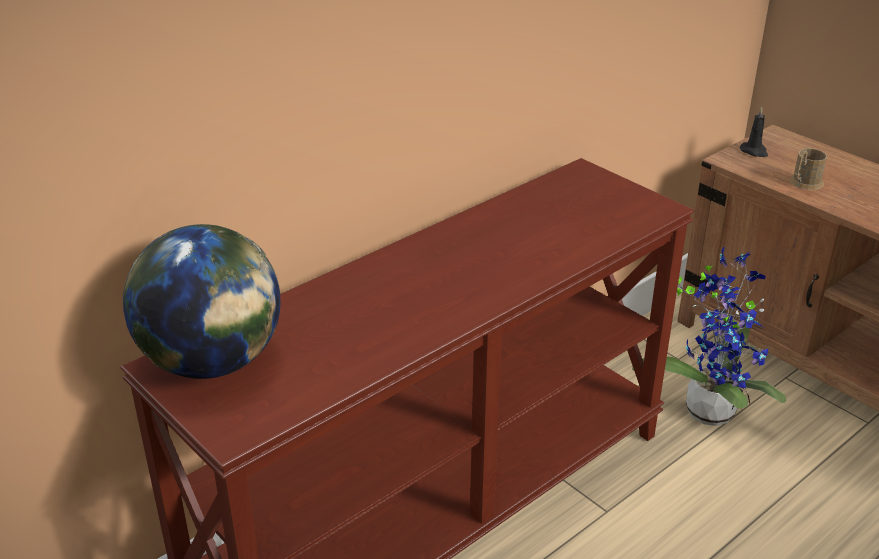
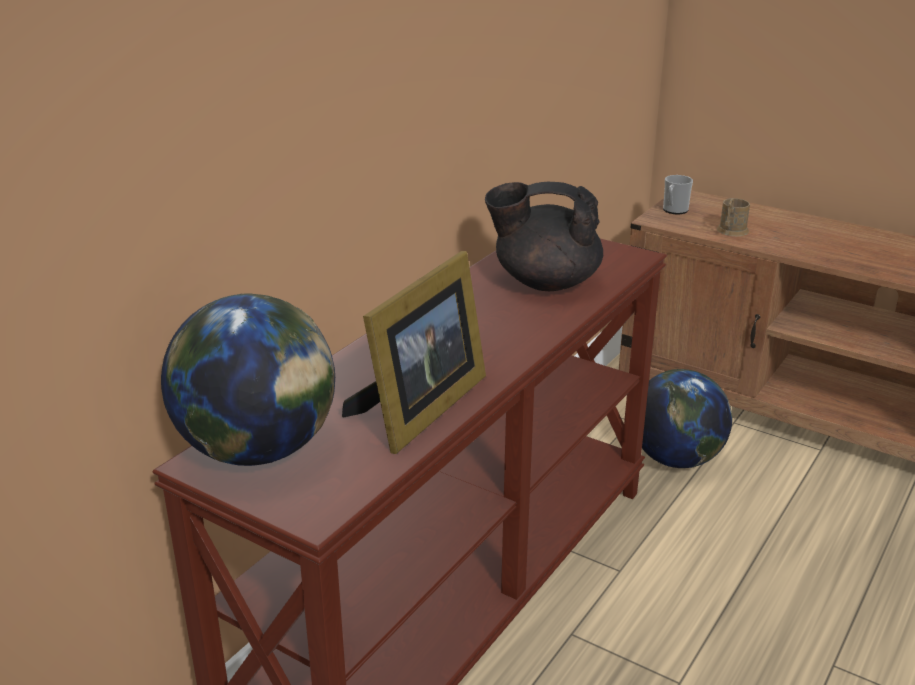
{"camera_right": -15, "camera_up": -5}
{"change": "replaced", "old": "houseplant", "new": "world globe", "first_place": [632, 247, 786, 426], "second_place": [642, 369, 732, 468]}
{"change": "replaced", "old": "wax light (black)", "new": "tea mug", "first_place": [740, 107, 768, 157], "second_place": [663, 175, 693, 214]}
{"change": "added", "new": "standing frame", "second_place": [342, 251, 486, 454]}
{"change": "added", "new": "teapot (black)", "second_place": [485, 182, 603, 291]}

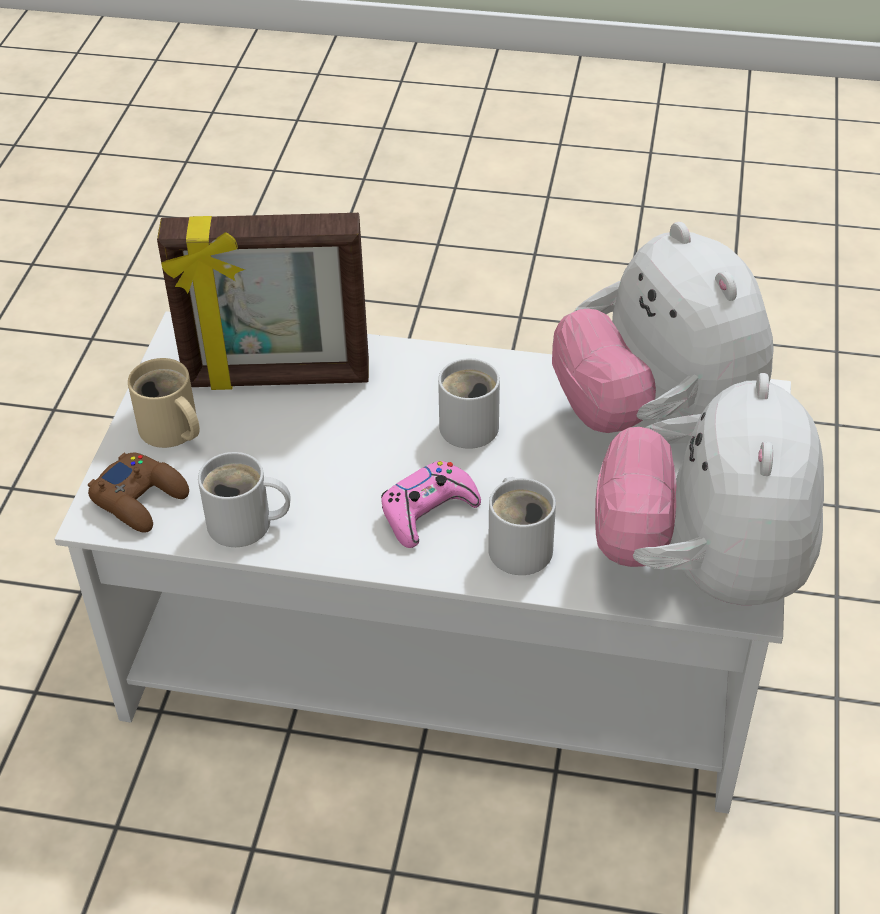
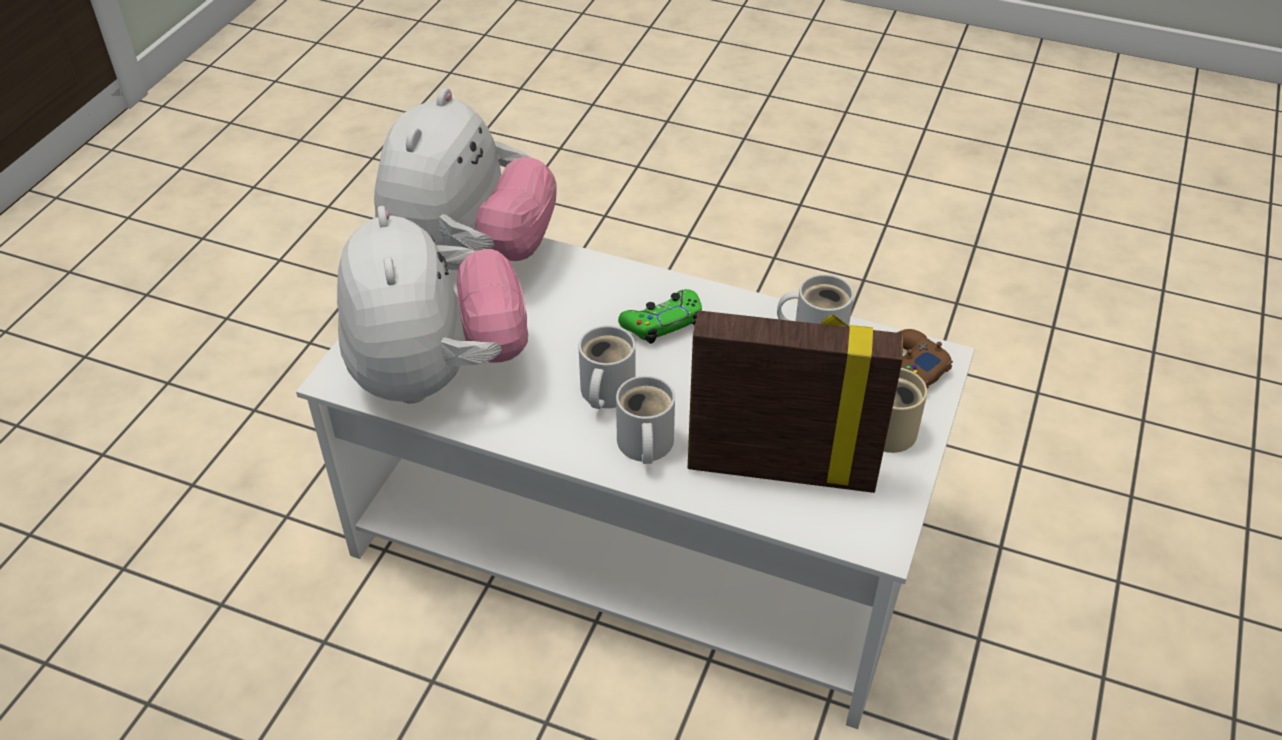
{"camera_right": -170, "camera_up": 0}
{"change": "recoloured", "old": "joypad (pink)", "new": "joypad (green)", "first_place": [381, 461, 481, 548], "second_place": [618, 289, 702, 344]}
{"change": "moved", "old": "tea mug (whitish)", "first_place": [488, 477, 556, 575], "second_place": [616, 376, 675, 464]}

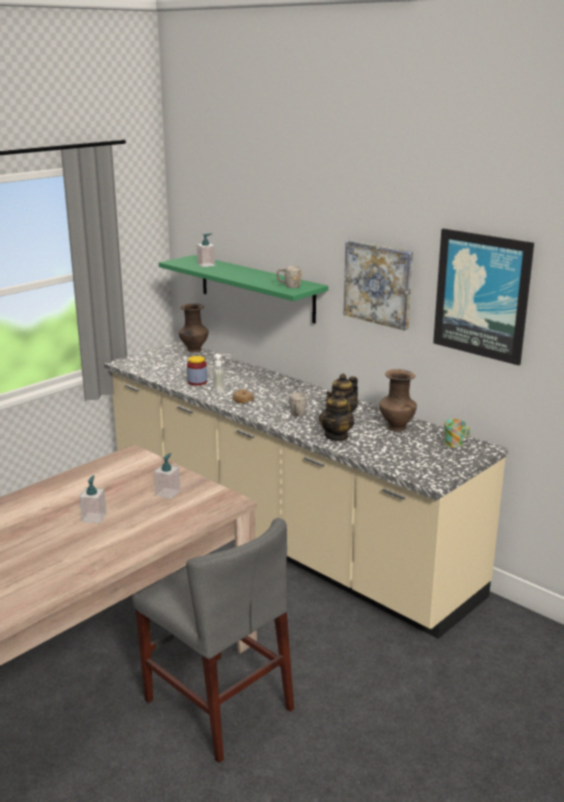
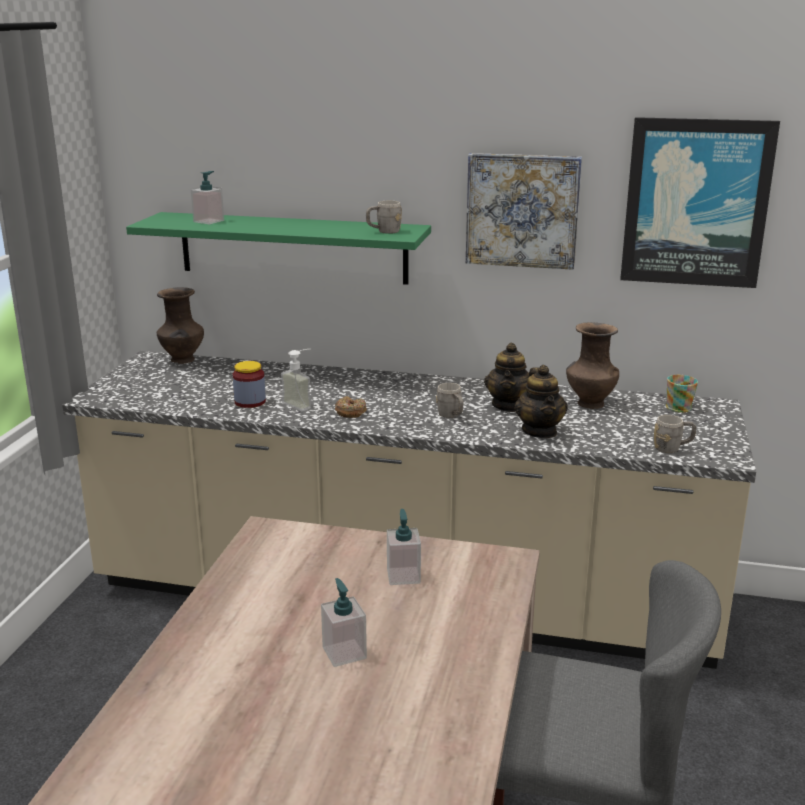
{"camera_right": -30, "camera_up": 0}
{"change": "added", "new": "tea mug (greyish)", "second_place": [654, 415, 696, 453]}

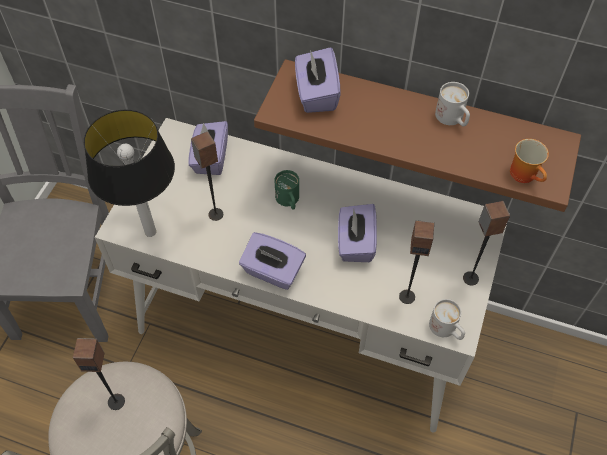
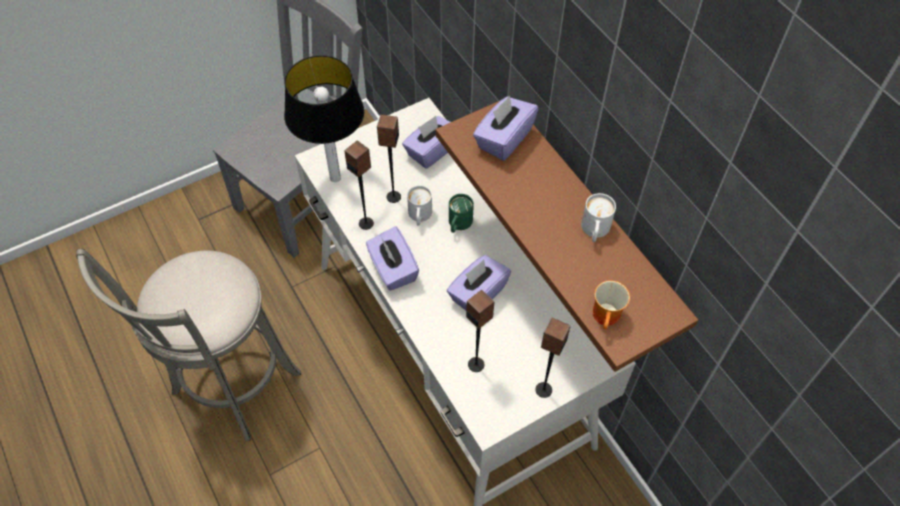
{"camera_right": 40, "camera_up": 0}
{"change": "moved", "old": "audio speaker", "first_place": [73, 338, 125, 410], "second_place": [344, 140, 374, 230]}
{"change": "moved", "old": "tea mug (whitish)", "first_place": [429, 299, 465, 340], "second_place": [407, 185, 432, 225]}

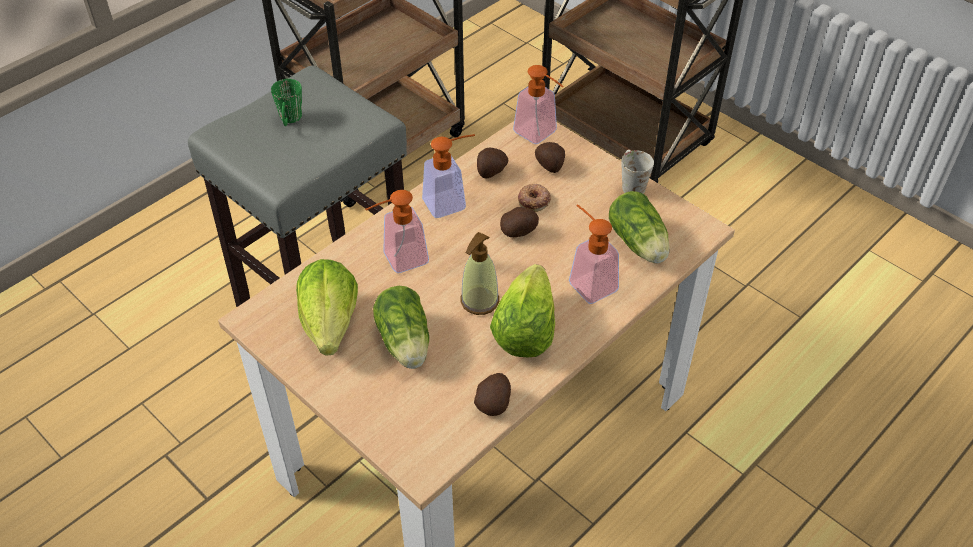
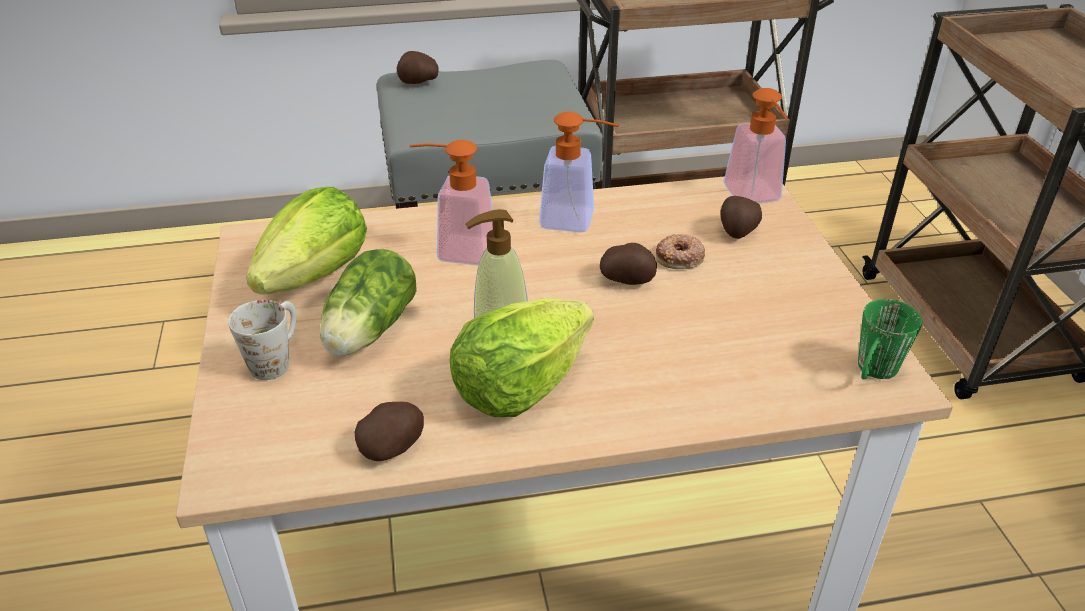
{"camera_right": 35, "camera_up": -10}
{"change": "moved", "old": "tea mug (green)", "first_place": [271, 79, 302, 126], "second_place": [858, 299, 922, 379]}
{"change": "moved", "old": "spud", "first_place": [477, 148, 508, 178], "second_place": [397, 51, 439, 84]}
{"change": "removed", "old": "liquid soap bottle", "first_place": [569, 204, 619, 304]}
{"change": "removed", "old": "lettuce", "first_place": [609, 191, 670, 263]}
{"change": "moved", "old": "tea mug (whitish)", "first_place": [621, 150, 654, 194], "second_place": [228, 300, 297, 380]}

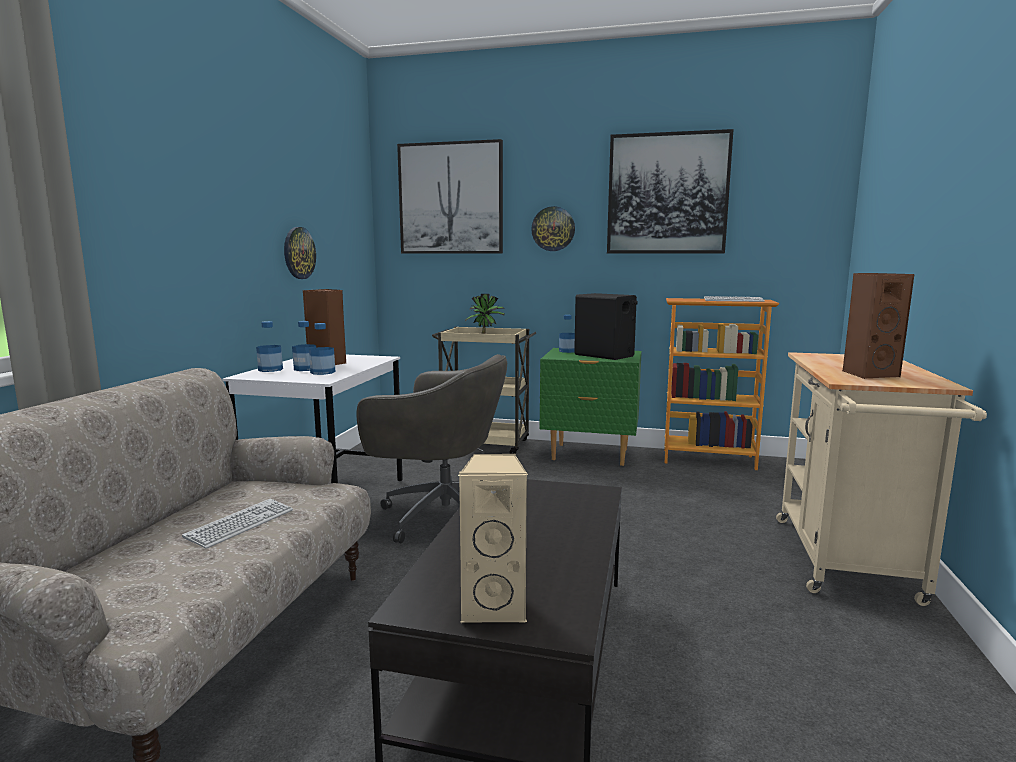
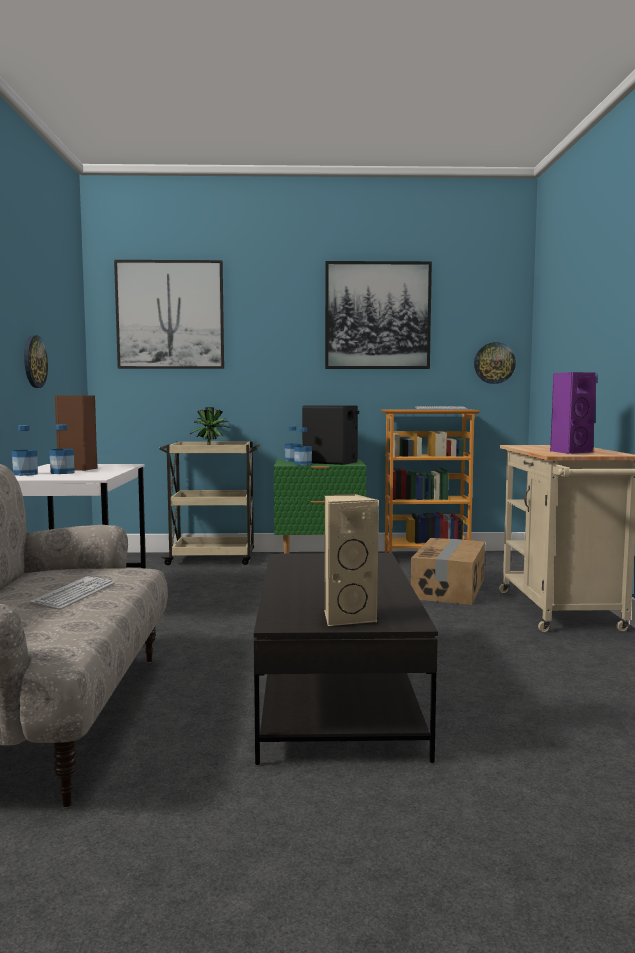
{"camera_right": -15, "camera_up": -5}
{"change": "moved", "old": "drink bottle", "first_place": [309, 323, 335, 375], "second_place": [294, 428, 312, 466]}
{"change": "removed", "old": "computer chair (greyish)", "first_place": [356, 354, 507, 543]}
{"change": "moved", "old": "wall clock", "first_place": [531, 206, 575, 251], "second_place": [474, 342, 516, 384]}
{"change": "recoloured", "old": "audio speaker (brown-coloured)", "new": "audio speaker (purple)", "first_place": [843, 273, 914, 379], "second_place": [550, 372, 597, 454]}
{"change": "added", "new": "carton", "second_place": [411, 538, 485, 605]}

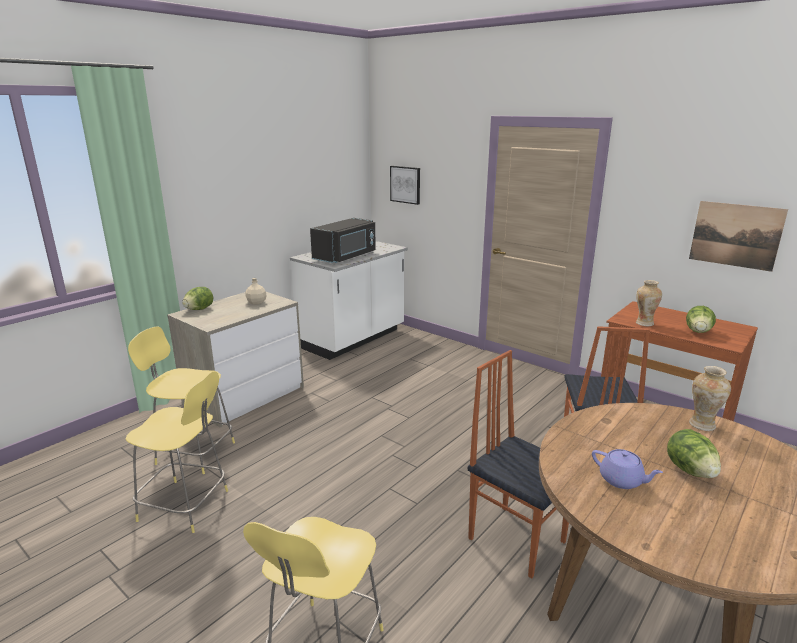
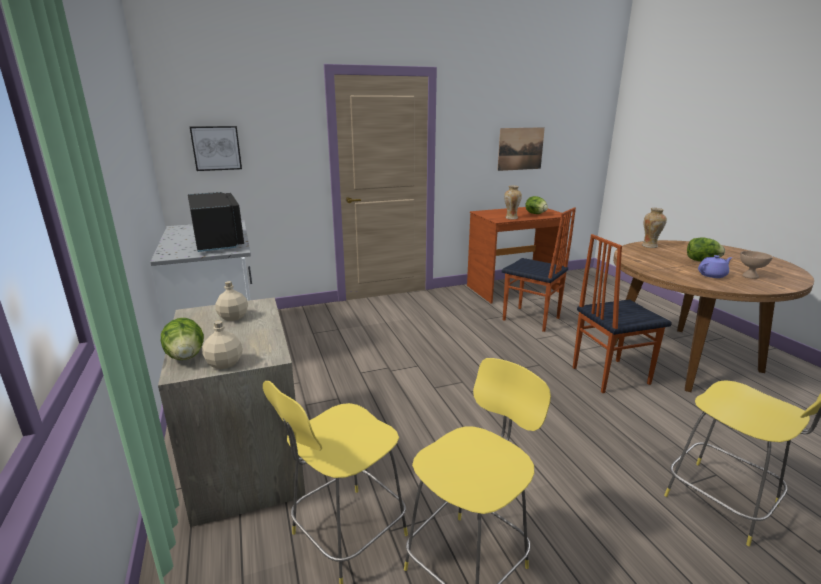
{"camera_right": -60, "camera_up": 0}
{"change": "added", "new": "drink bottle (beige-coloured)", "second_place": [202, 321, 243, 369]}
{"change": "added", "new": "bowl (beige-coloured)", "second_place": [740, 251, 773, 279]}

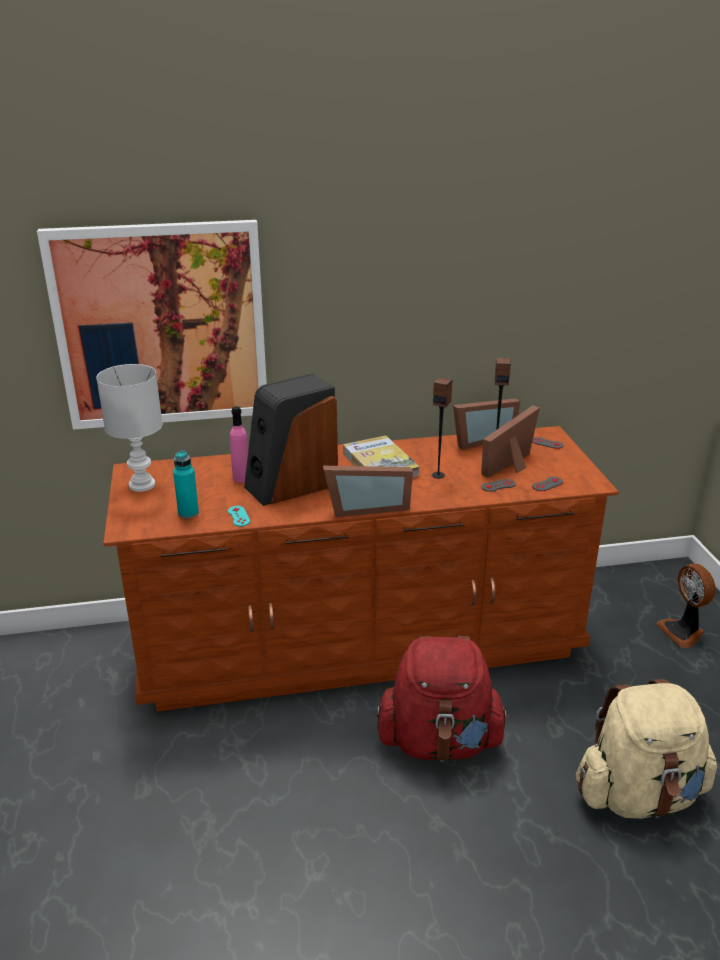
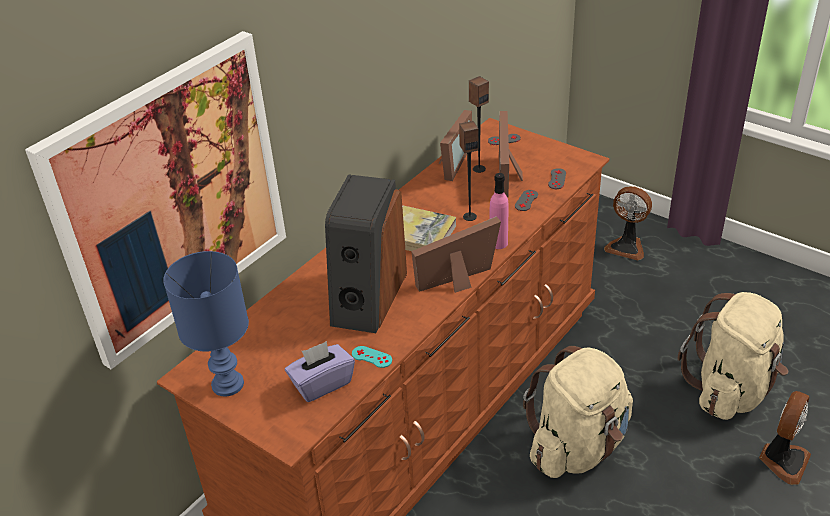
{"camera_right": -40, "camera_up": 10}
{"change": "recoloured", "old": "table lamp (whitish)", "new": "table lamp (bluish)", "first_place": [96, 364, 163, 492], "second_place": [163, 251, 249, 396]}
{"change": "replaced", "old": "drink bottle (turquoise-coloured)", "new": "tissue box (purple)", "first_place": [173, 450, 199, 519], "second_place": [285, 341, 355, 402]}
{"change": "moved", "old": "drink bottle (pink)", "first_place": [230, 406, 248, 482], "second_place": [489, 173, 508, 249]}
{"change": "turned", "old": "standing frame", "first_place": [323, 466, 413, 517], "second_place": [411, 216, 501, 293], "degrees": -150}
{"change": "recoloured", "old": "knapsack (red-coloured)", "new": "knapsack (beige-coloured)", "first_place": [377, 636, 509, 762], "second_place": [523, 346, 633, 478]}
{"change": "added", "new": "fan", "second_place": [759, 391, 811, 485]}

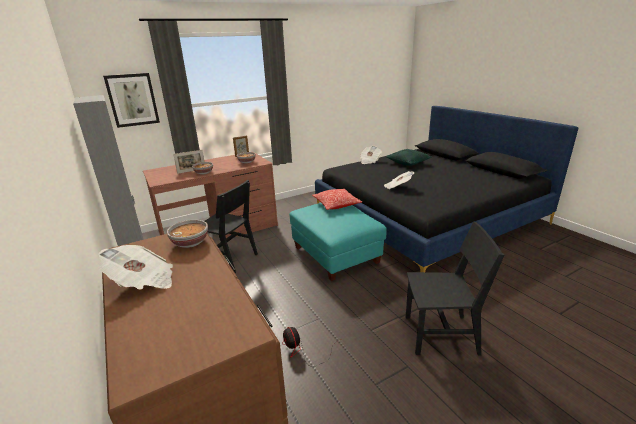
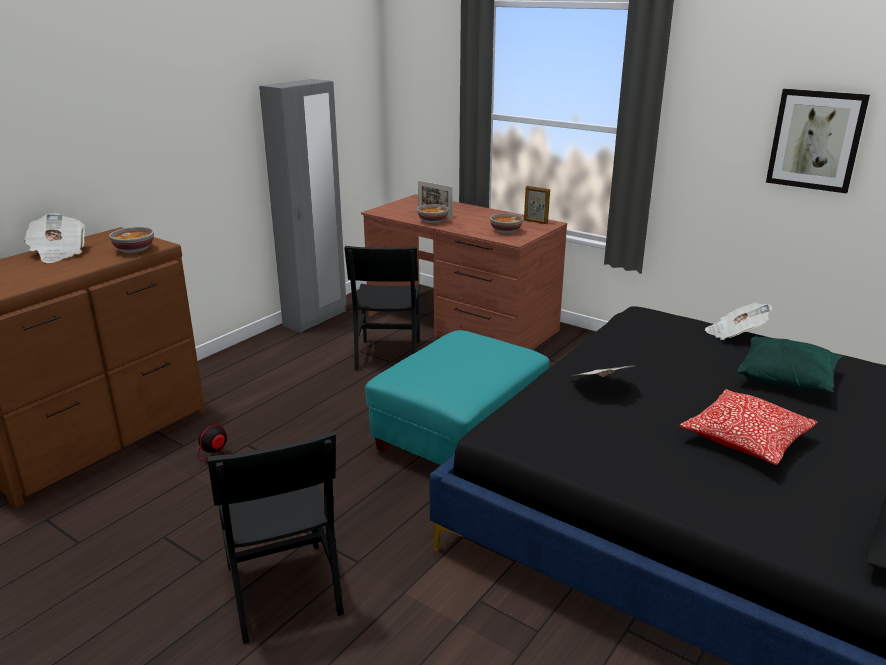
{"camera_right": 65, "camera_up": 0}
{"change": "moved", "old": "wall picture", "first_place": [103, 73, 160, 128], "second_place": [766, 89, 870, 194]}
{"change": "moved", "old": "cushion", "first_place": [312, 189, 362, 210], "second_place": [679, 389, 817, 465]}

